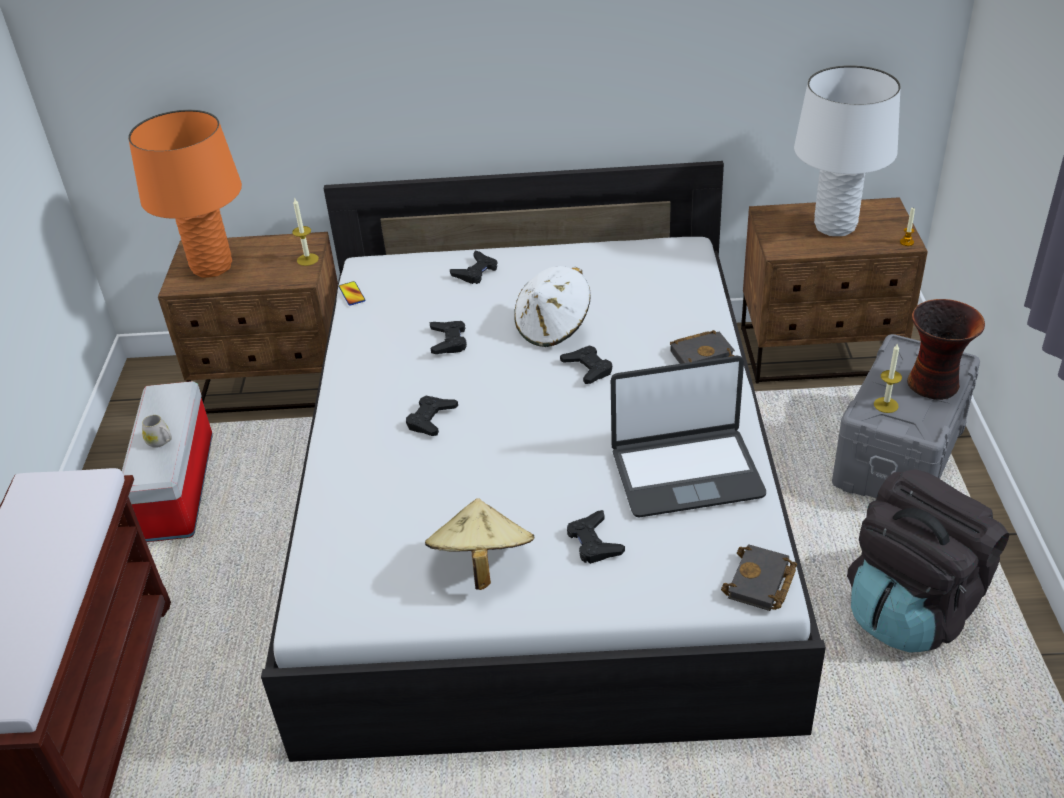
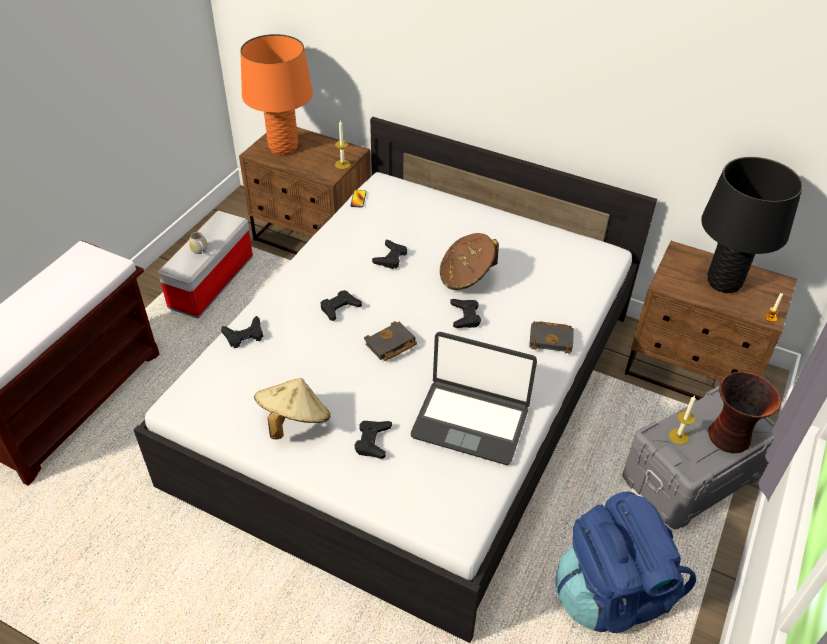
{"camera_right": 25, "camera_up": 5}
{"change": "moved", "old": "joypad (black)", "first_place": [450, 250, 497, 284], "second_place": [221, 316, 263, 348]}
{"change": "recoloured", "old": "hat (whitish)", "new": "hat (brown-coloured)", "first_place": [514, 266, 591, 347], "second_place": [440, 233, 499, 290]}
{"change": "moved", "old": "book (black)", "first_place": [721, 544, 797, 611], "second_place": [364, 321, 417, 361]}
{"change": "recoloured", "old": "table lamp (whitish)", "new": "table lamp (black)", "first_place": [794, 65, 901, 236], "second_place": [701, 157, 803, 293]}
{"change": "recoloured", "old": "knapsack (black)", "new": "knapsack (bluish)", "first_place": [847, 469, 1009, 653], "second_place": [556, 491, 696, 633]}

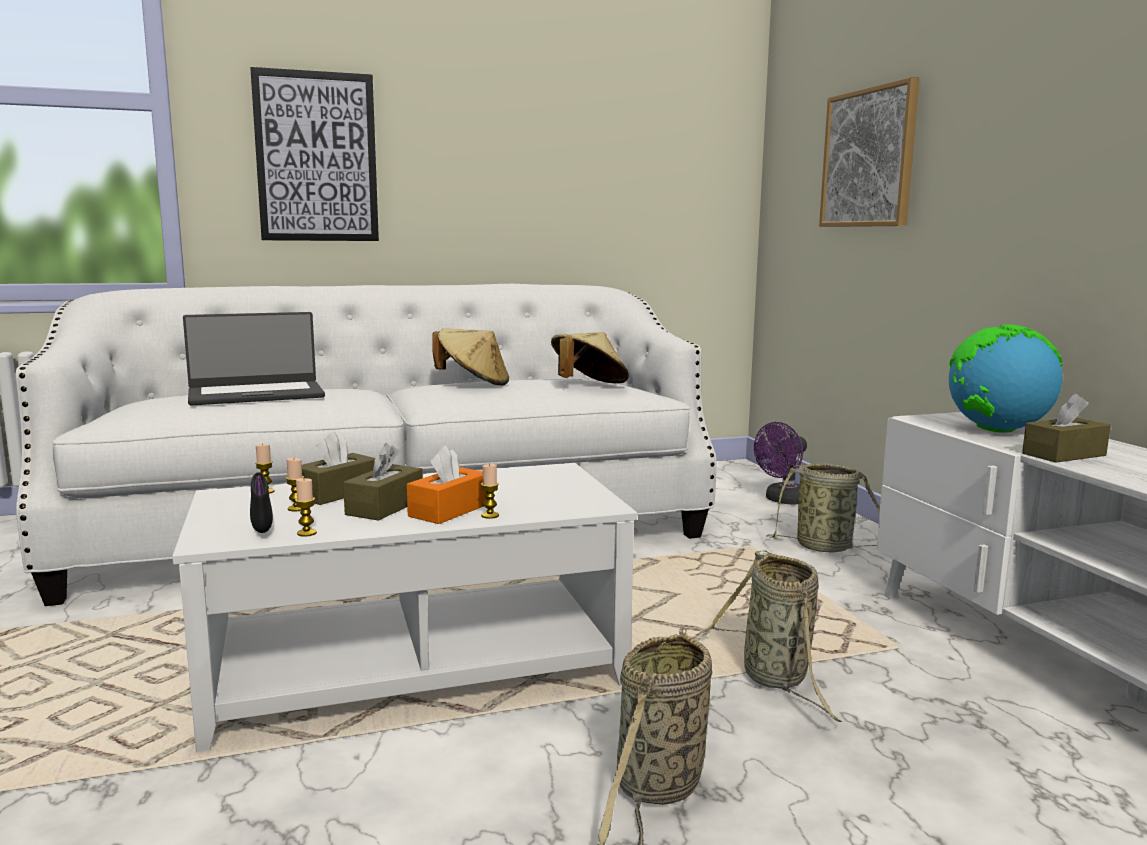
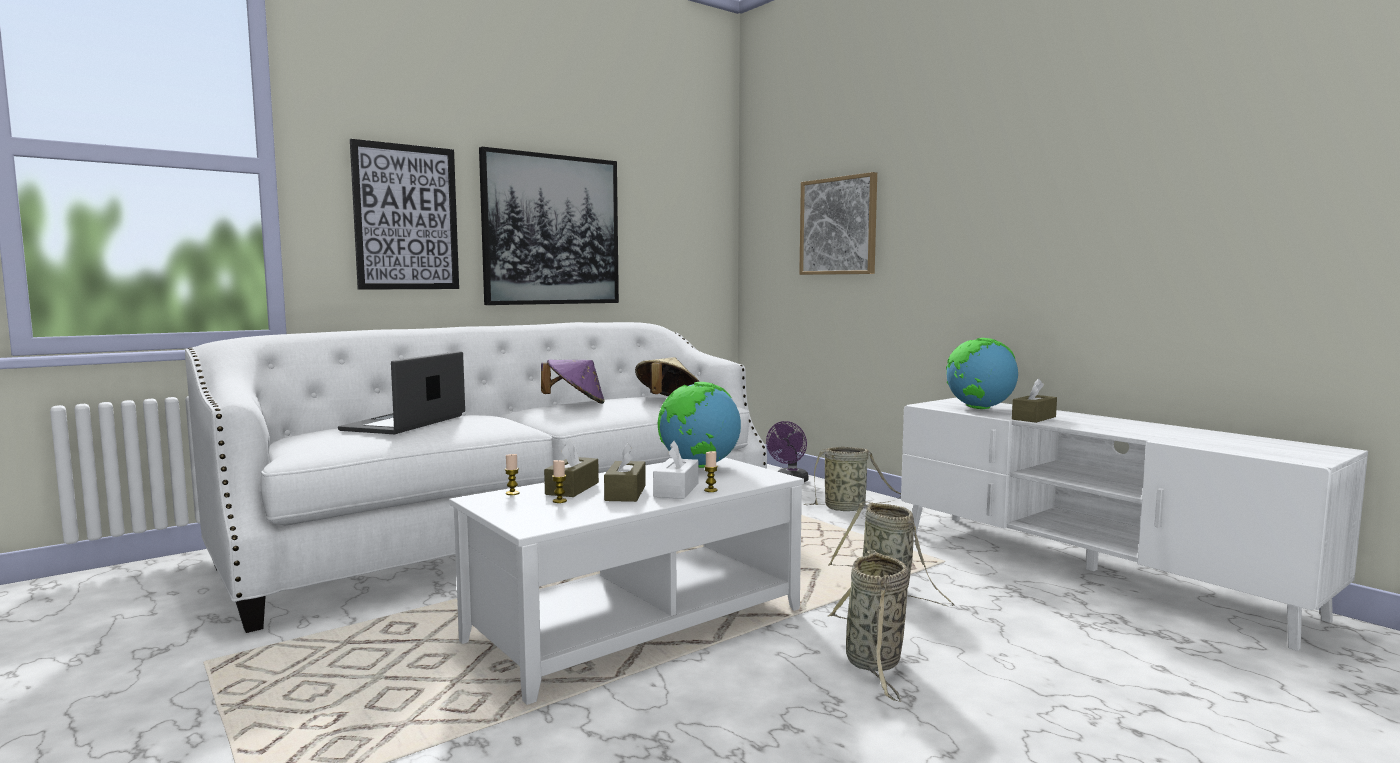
{"camera_right": -20, "camera_up": -5}
{"change": "turned", "old": "notebook computer", "first_place": [183, 312, 325, 405], "second_place": [338, 351, 465, 434], "degrees": 150}
{"change": "removed", "old": "bowl (black)", "first_place": [250, 472, 273, 533]}
{"change": "removed", "old": "wax light", "first_place": [295, 478, 317, 537]}
{"change": "recoloured", "old": "tissue box (orangey)", "new": "tissue box (whitish)", "first_place": [407, 445, 486, 524], "second_place": [653, 441, 698, 499]}
{"change": "recoloured", "old": "hat (beige-coloured)", "new": "hat (purple)", "first_place": [432, 328, 509, 386], "second_place": [541, 359, 605, 404]}
{"change": "added", "new": "wall picture", "second_place": [479, 147, 619, 305]}
{"change": "added", "new": "world globe", "second_place": [658, 382, 741, 468]}

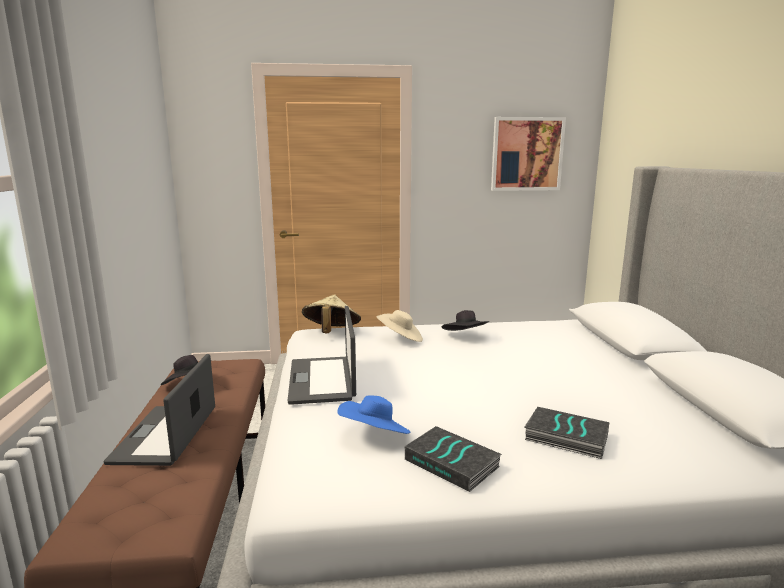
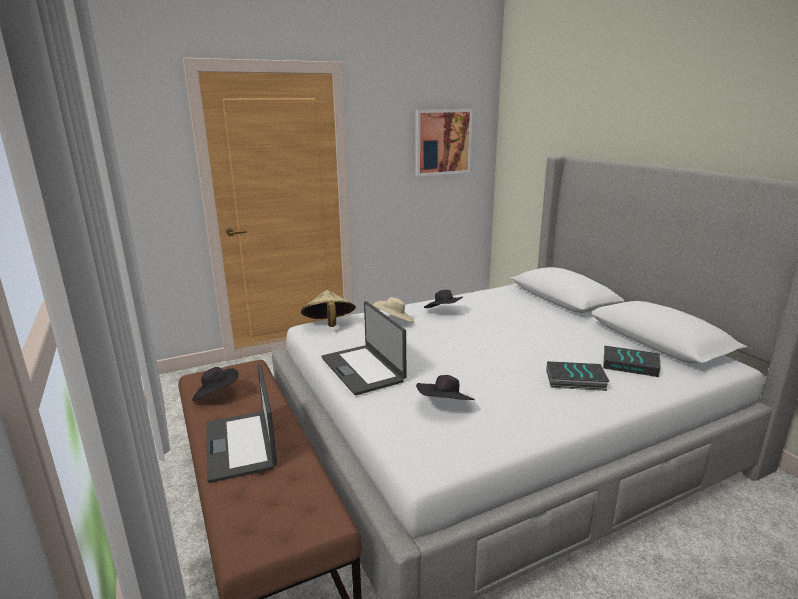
{"camera_right": -20, "camera_up": 5}
{"change": "recoloured", "old": "hat (bluish)", "new": "hat (black)", "first_place": [337, 395, 410, 434], "second_place": [416, 375, 475, 400]}
{"change": "moved", "old": "book", "first_place": [405, 426, 502, 492], "second_place": [603, 345, 660, 377]}

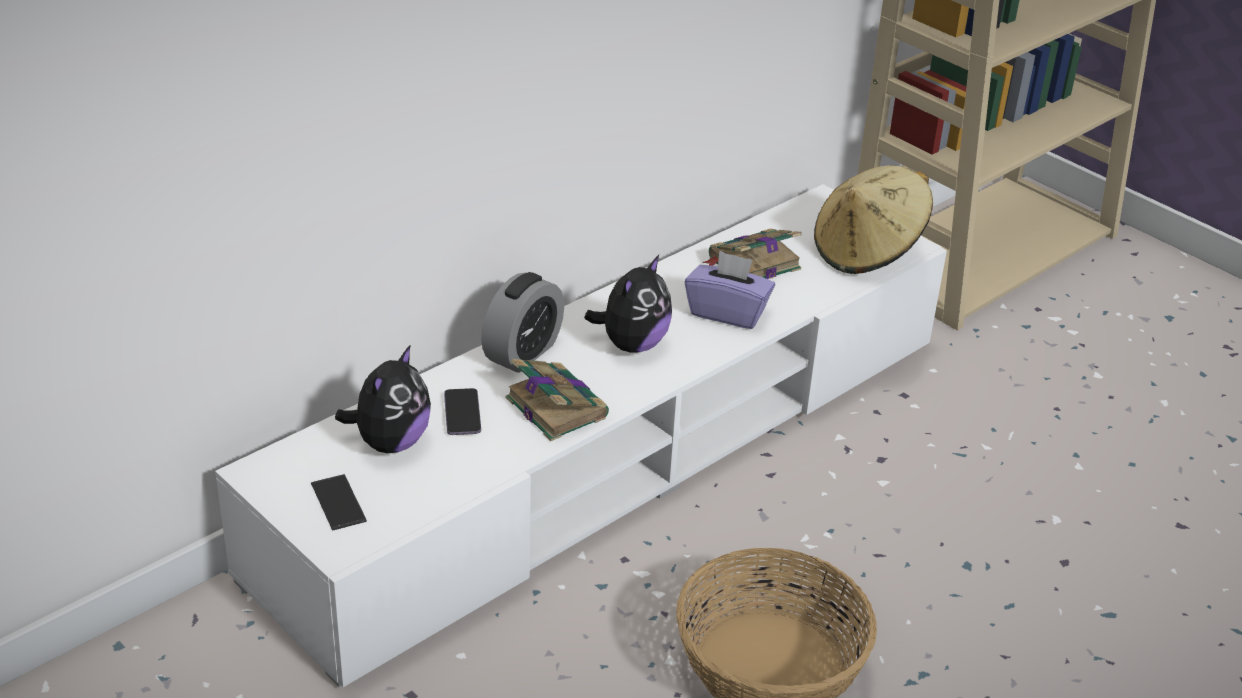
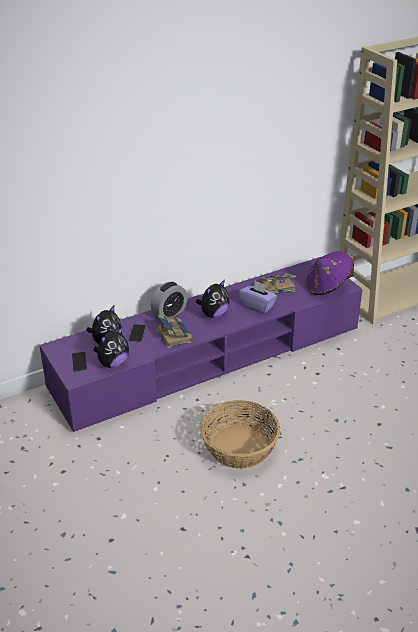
{"camera_right": 15, "camera_up": 0}
{"change": "recoloured", "old": "tv unit (whitish)", "new": "tv unit (purple)", "first_place": [215, 184, 947, 687], "second_place": [39, 257, 363, 432]}
{"change": "recoloured", "old": "hat (beige-coloured)", "new": "hat (purple)", "first_place": [814, 165, 933, 274], "second_place": [306, 251, 355, 295]}
{"change": "added", "new": "cuddly toy", "second_place": [94, 327, 129, 368]}

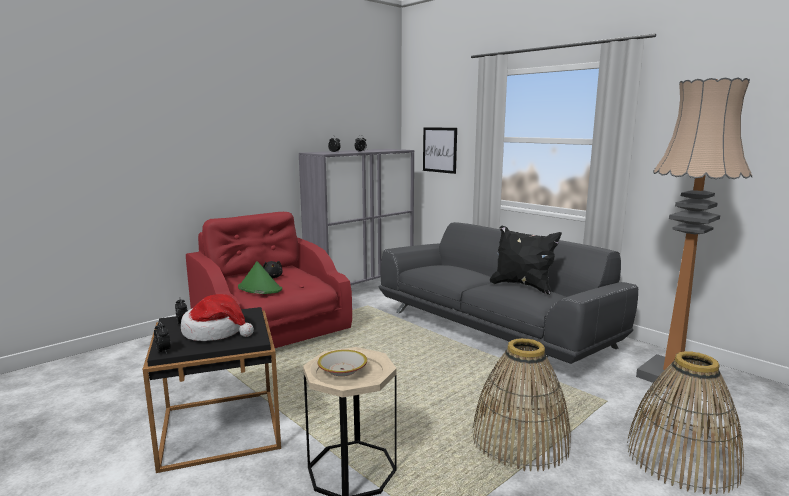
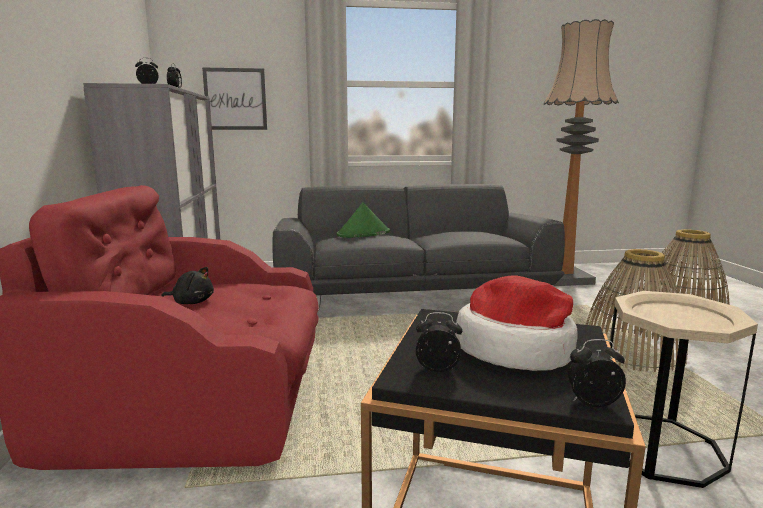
{"camera_right": -55, "camera_up": 0}
{"change": "moved", "old": "hat (green)", "first_place": [238, 261, 282, 294], "second_place": [337, 202, 390, 238]}
{"change": "removed", "old": "bowl", "first_place": [317, 350, 367, 376]}
{"change": "removed", "old": "cushion (black)", "first_place": [490, 225, 562, 295]}

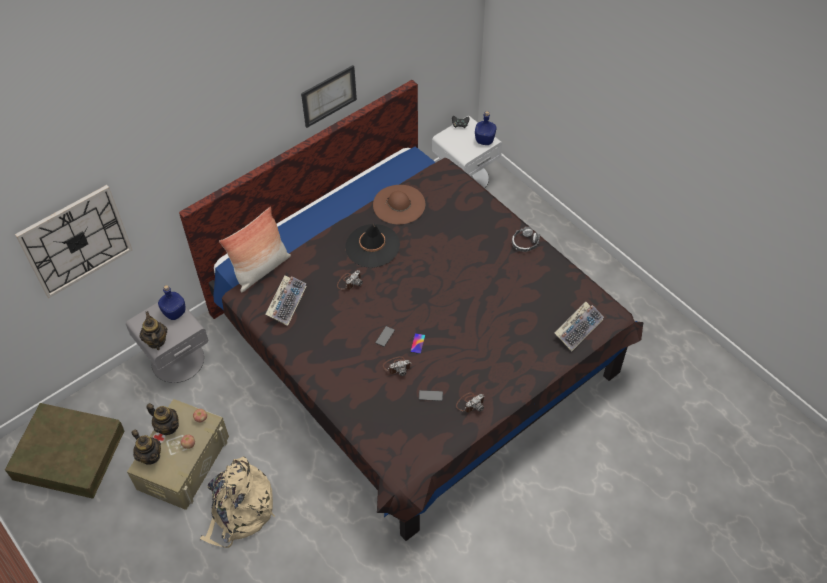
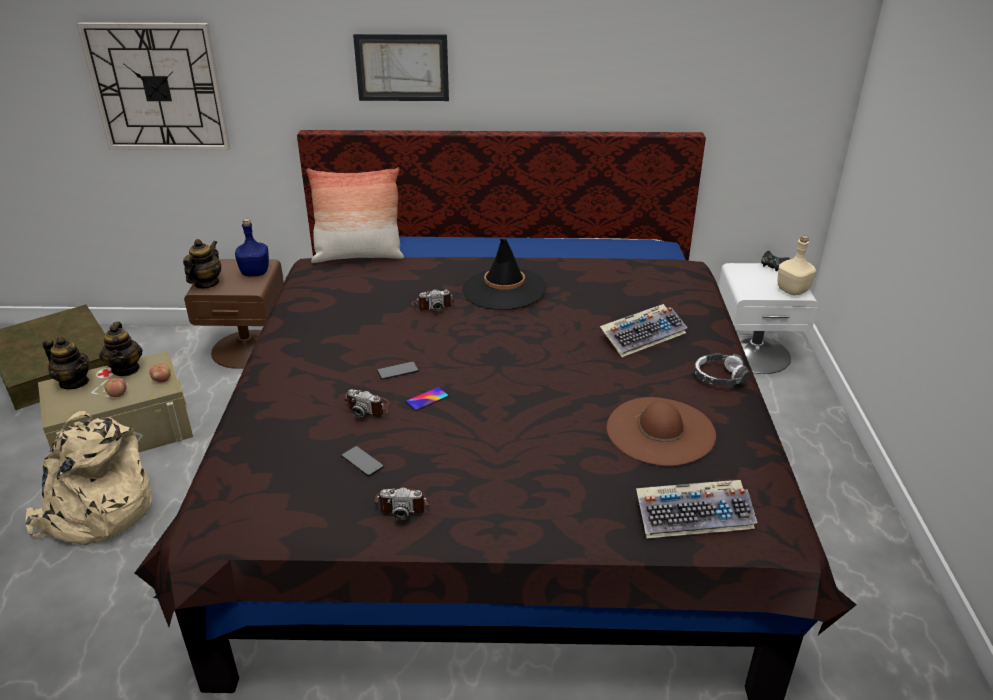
{"camera_right": 40, "camera_up": -20}
{"change": "recoloured", "old": "nightstand (greyish)", "new": "nightstand (brown-coloured)", "first_place": [126, 303, 208, 383], "second_place": [184, 259, 284, 369]}
{"change": "turned", "old": "teapot", "first_place": [131, 429, 161, 465], "second_place": [43, 337, 90, 389], "degrees": -60}
{"change": "moved", "old": "keyboard", "first_place": [265, 276, 306, 326], "second_place": [600, 304, 687, 357]}
{"change": "moved", "old": "wall picture", "first_place": [301, 65, 357, 128], "second_place": [353, 34, 449, 101]}
{"change": "moved", "old": "hat (brown-coloured)", "first_place": [373, 185, 426, 225], "second_place": [607, 397, 716, 466]}
{"change": "recoloured", "old": "drink bottle (bluish)", "new": "drink bottle (beige-coloured)", "first_place": [475, 111, 496, 145], "second_place": [778, 236, 816, 296]}

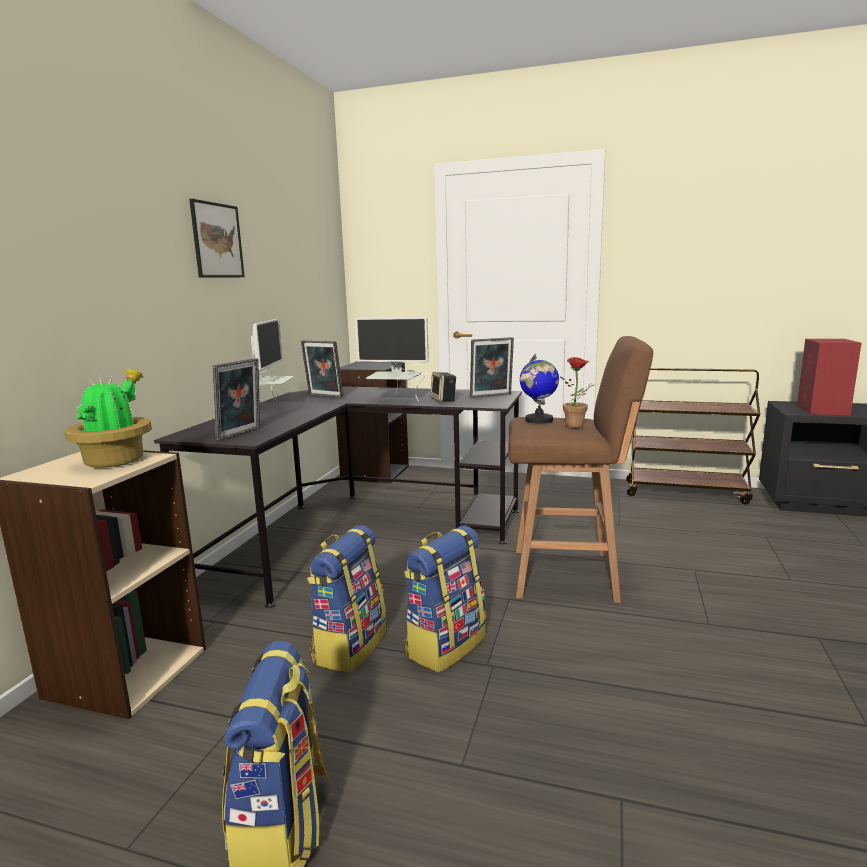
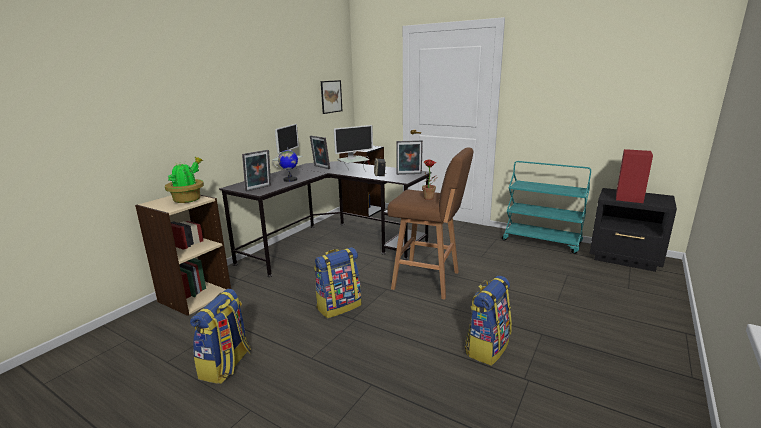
{"camera_right": 15, "camera_up": 5}
{"change": "moved", "old": "wall picture", "first_place": [189, 199, 245, 278], "second_place": [321, 80, 342, 114]}
{"change": "moved", "old": "knapsack", "first_place": [307, 525, 387, 673], "second_place": [465, 276, 512, 366]}
{"change": "turned", "old": "computer display", "first_place": [355, 317, 429, 402], "second_place": [334, 125, 373, 171], "degrees": -60}
{"change": "moved", "old": "world globe", "first_place": [520, 354, 559, 424], "second_place": [278, 147, 298, 182]}
{"change": "recoloured", "old": "trolley (brown-coloured)", "new": "trolley (turquoise-coloured)", "first_place": [626, 368, 760, 504], "second_place": [502, 161, 591, 254]}

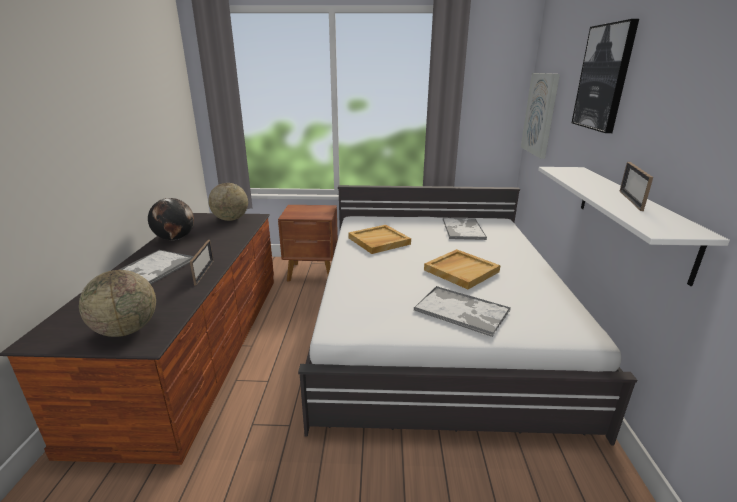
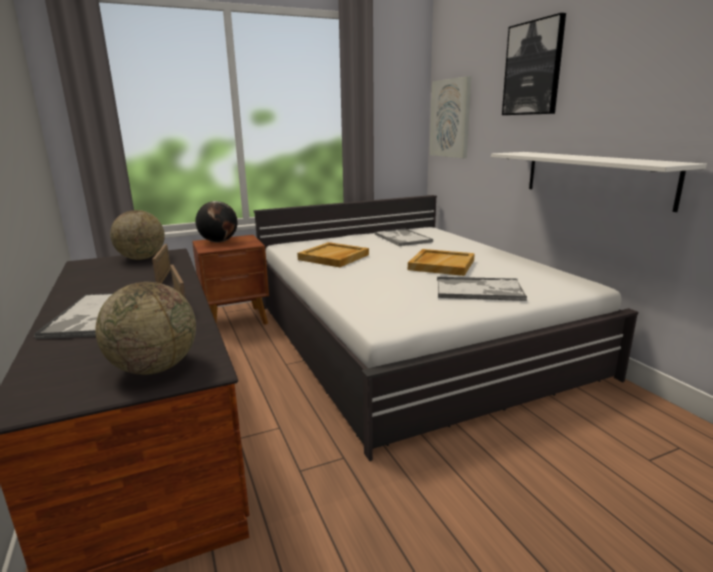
{"camera_right": -25, "camera_up": -5}
{"change": "moved", "old": "world globe", "first_place": [148, 198, 194, 241], "second_place": [196, 201, 237, 242]}
{"change": "moved", "old": "standing frame", "first_place": [620, 162, 653, 211], "second_place": [152, 244, 171, 284]}

